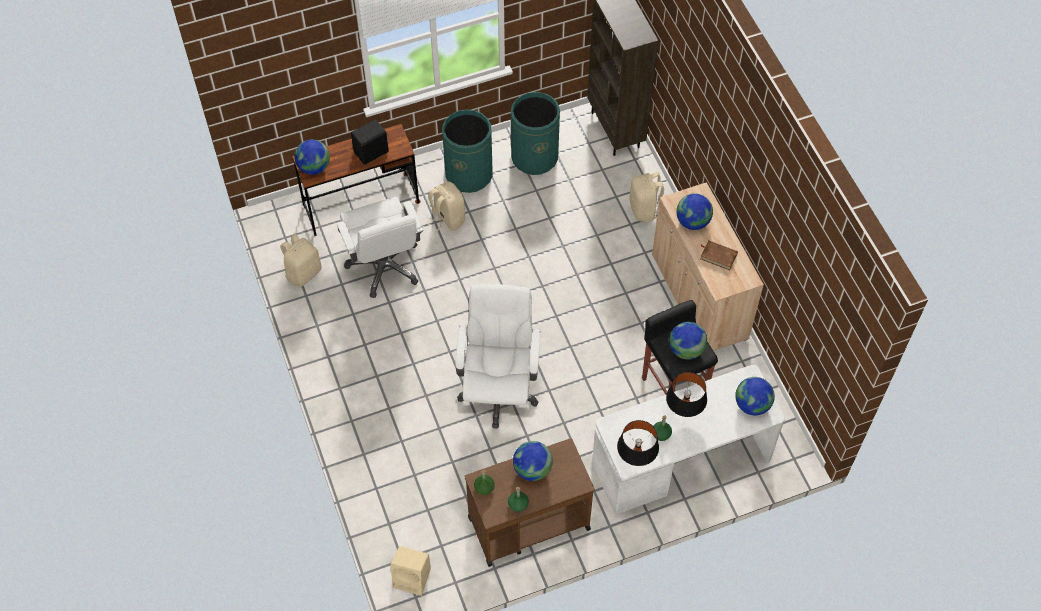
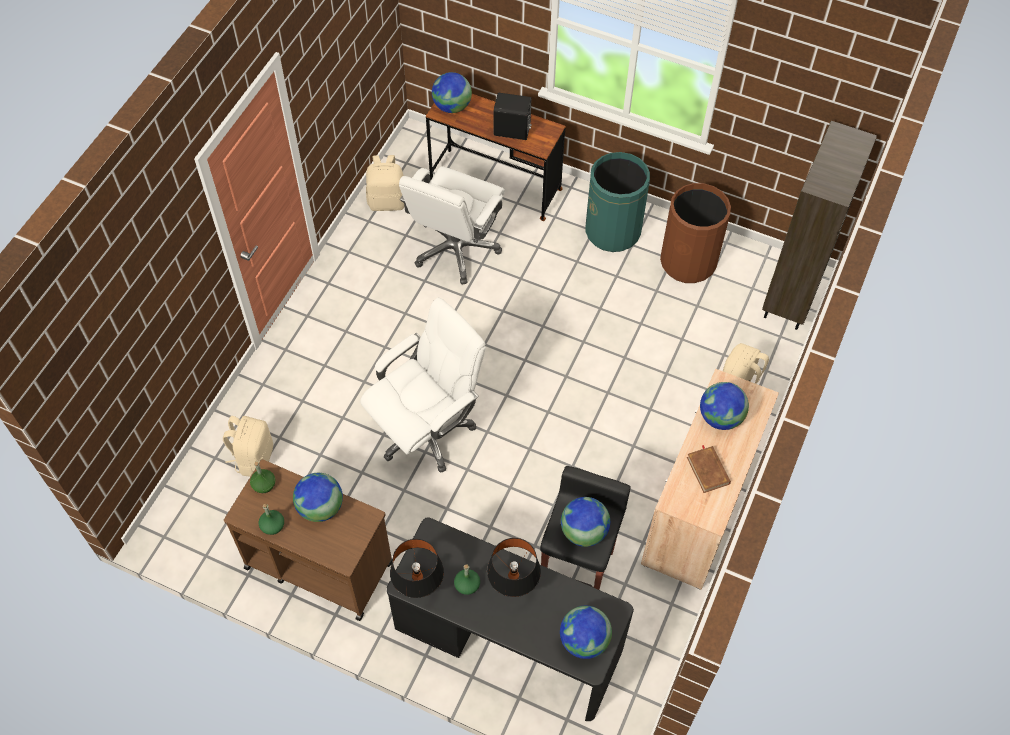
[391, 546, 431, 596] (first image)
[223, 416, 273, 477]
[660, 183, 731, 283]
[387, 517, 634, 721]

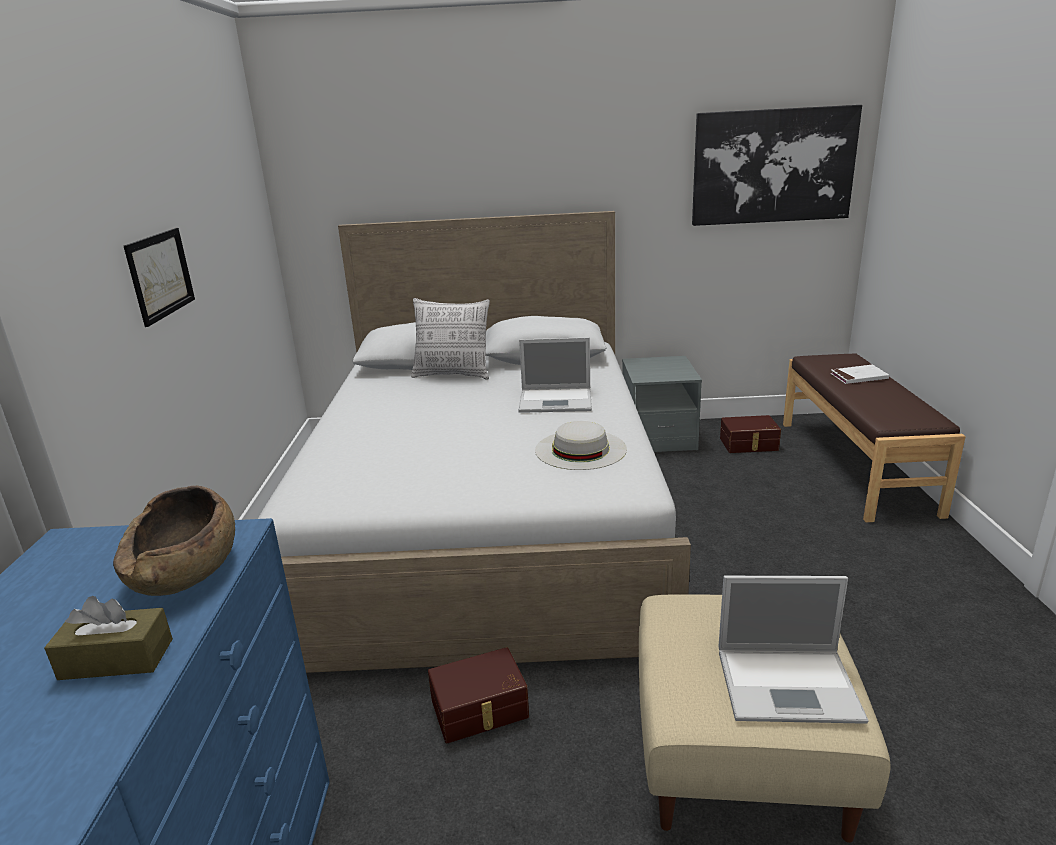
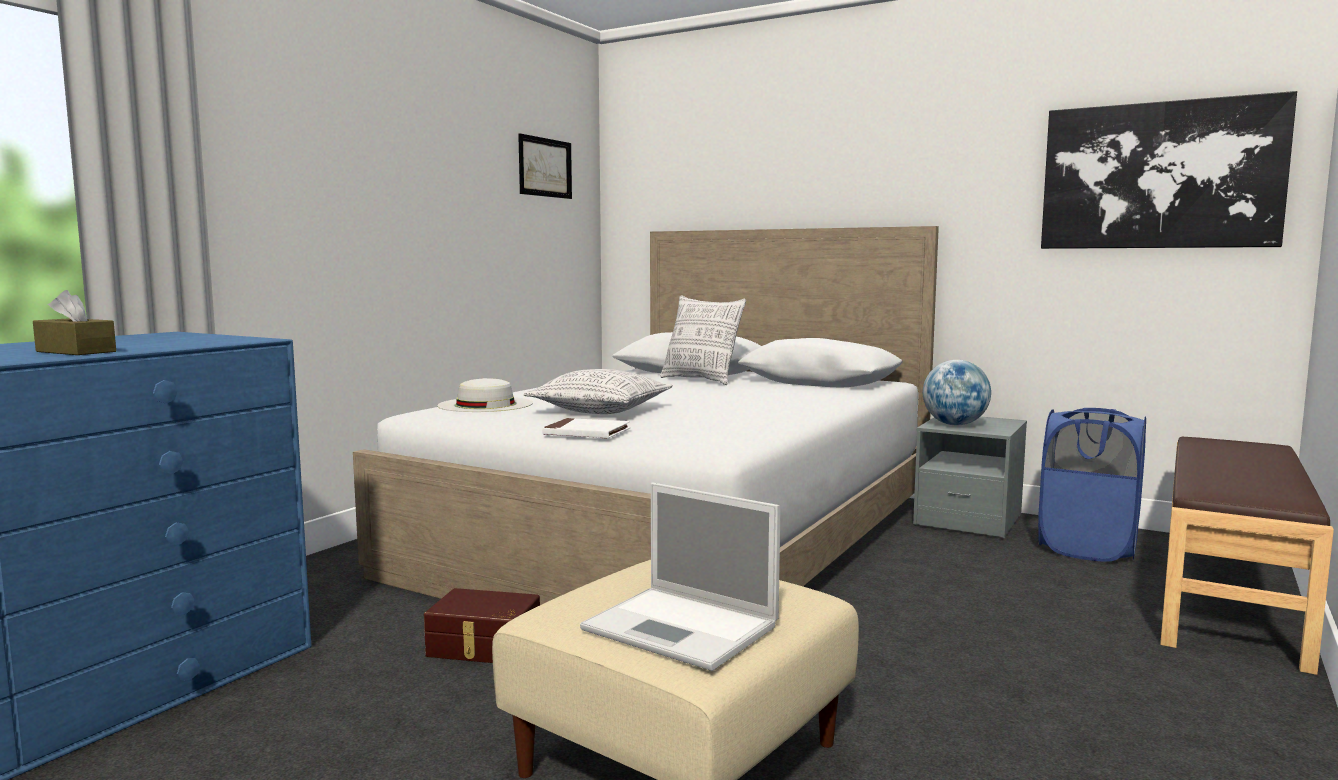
[113, 485, 235, 596] (first image)
[518, 133, 572, 199]
[518, 337, 592, 413] (first image)
[437, 378, 533, 412]
[1038, 408, 1146, 562]
[542, 418, 631, 439]
[524, 369, 673, 414]
[923, 360, 991, 425]

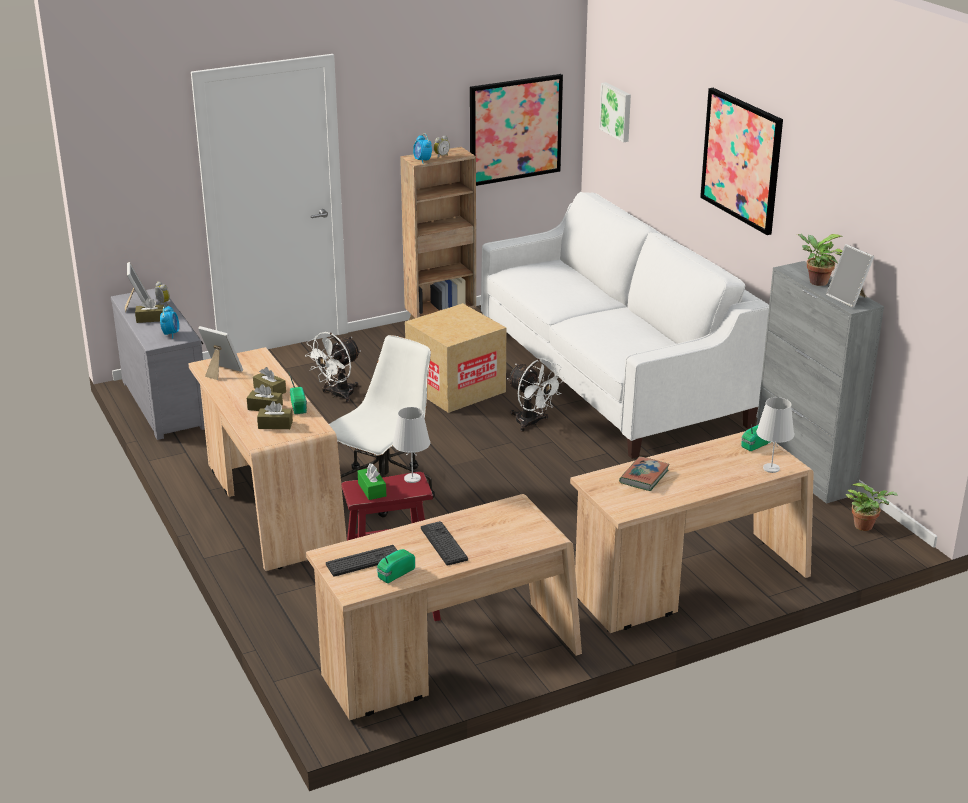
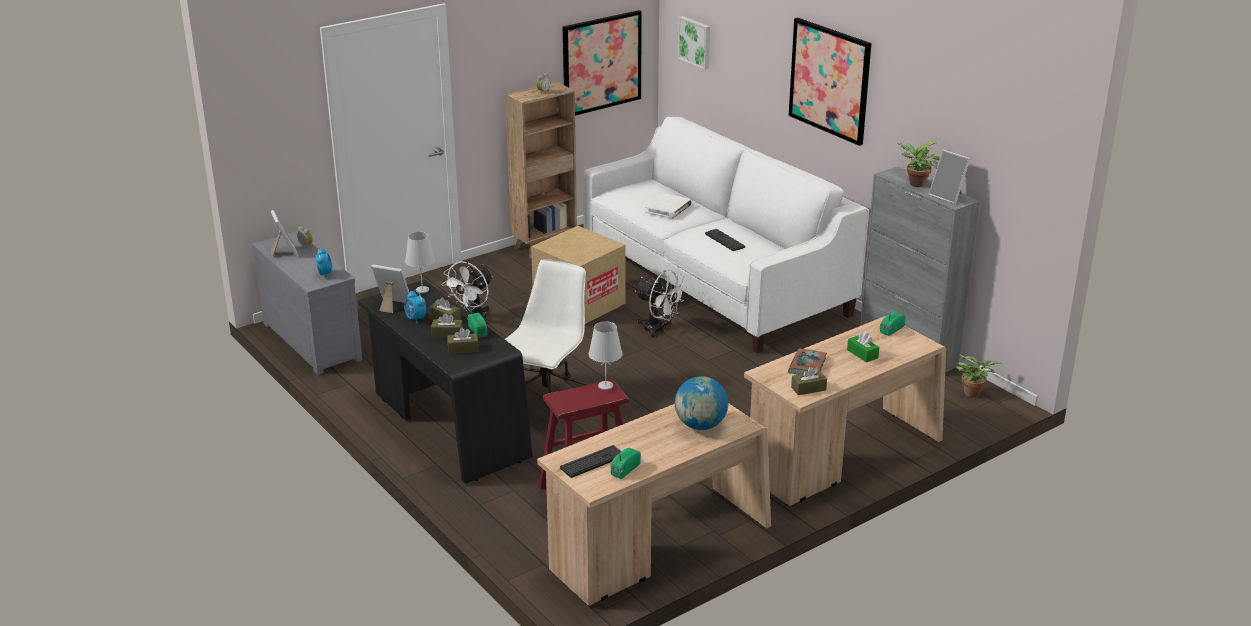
[791, 367, 827, 395]
[358, 280, 533, 484]
[847, 331, 879, 363]
[404, 290, 426, 324]
[705, 229, 745, 251]
[405, 232, 435, 293]
[645, 193, 692, 219]
[675, 376, 728, 430]

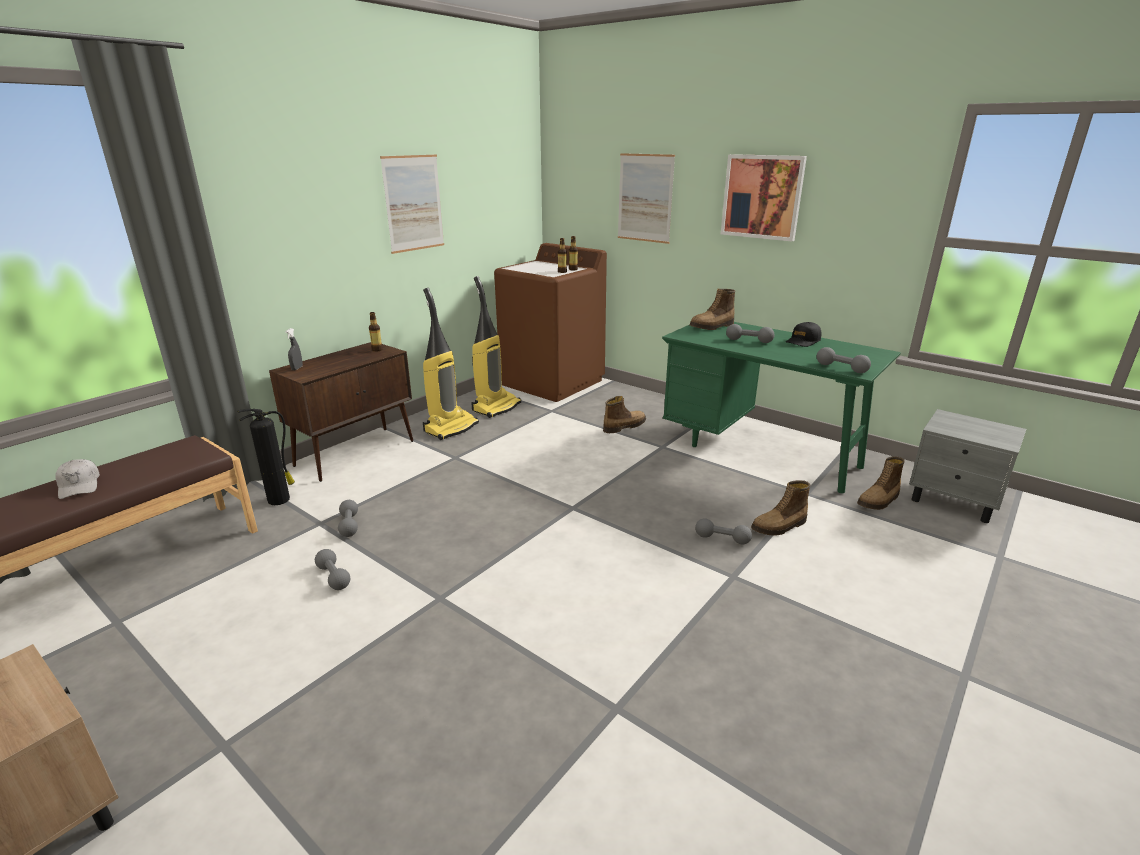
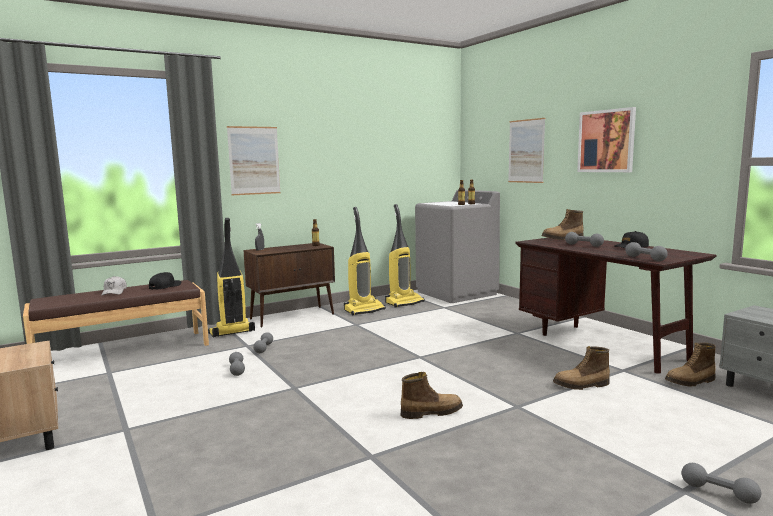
[208, 218, 255, 337]
[227, 126, 281, 195]
[415, 190, 500, 303]
[401, 372, 463, 419]
[515, 238, 717, 374]
[682, 463, 761, 504]
[149, 272, 181, 290]

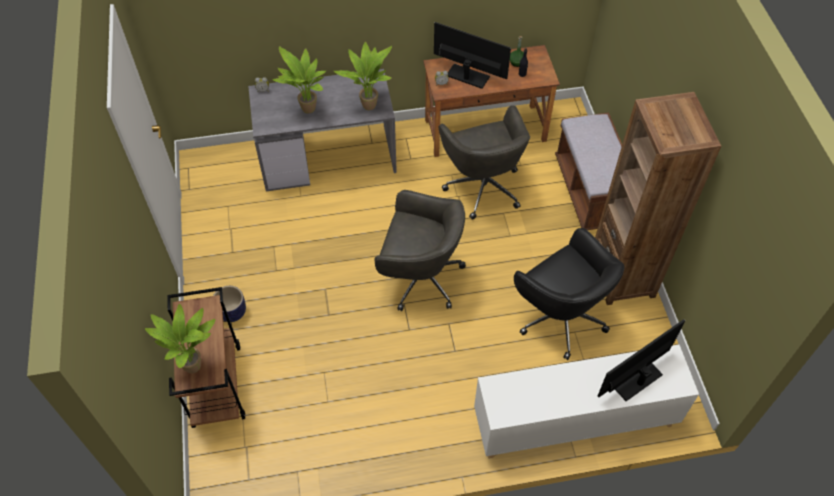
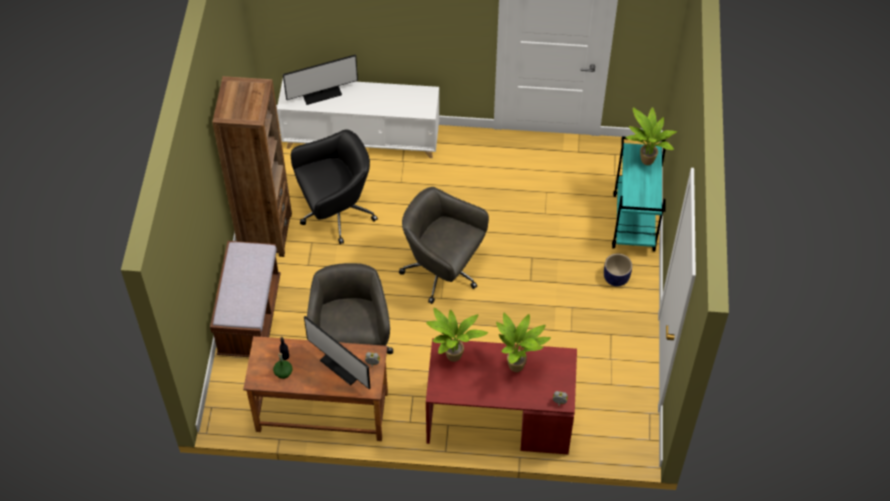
[612, 136, 666, 251]
[426, 338, 577, 454]
[291, 129, 378, 244]

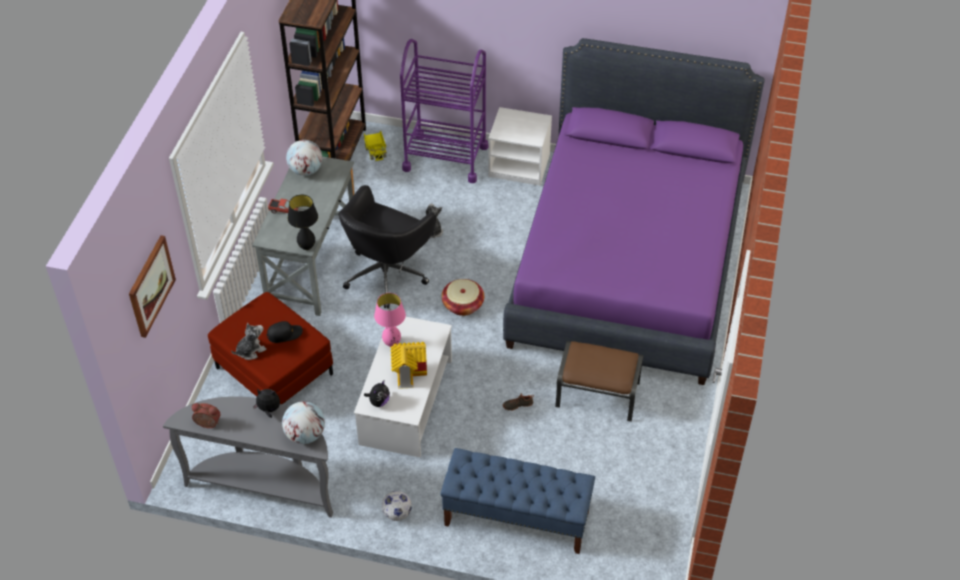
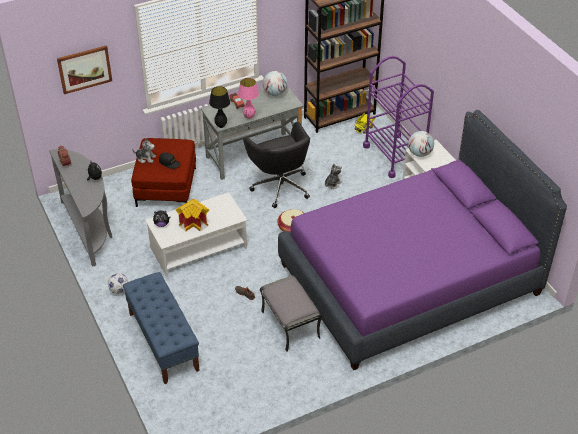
[408, 131, 434, 157]
[243, 122, 310, 208]
[238, 78, 259, 119]
[260, 275, 322, 352]

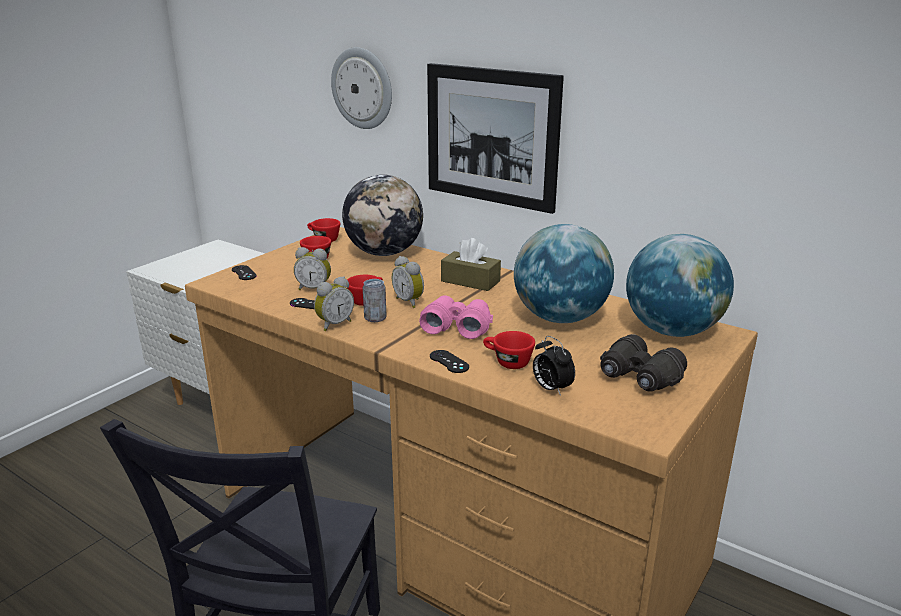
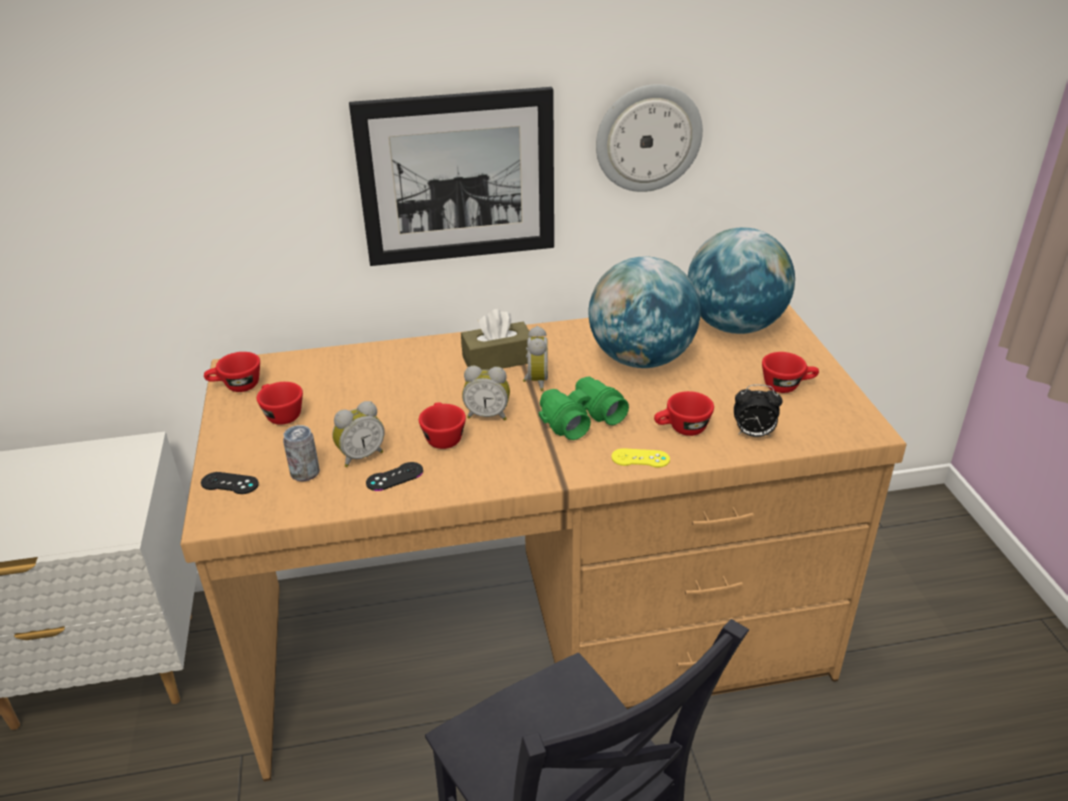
[523, 326, 548, 391]
[596, 84, 703, 192]
[342, 174, 423, 256] (first image)
[283, 425, 320, 481]
[539, 376, 629, 440]
[611, 448, 670, 468]
[762, 352, 819, 393]

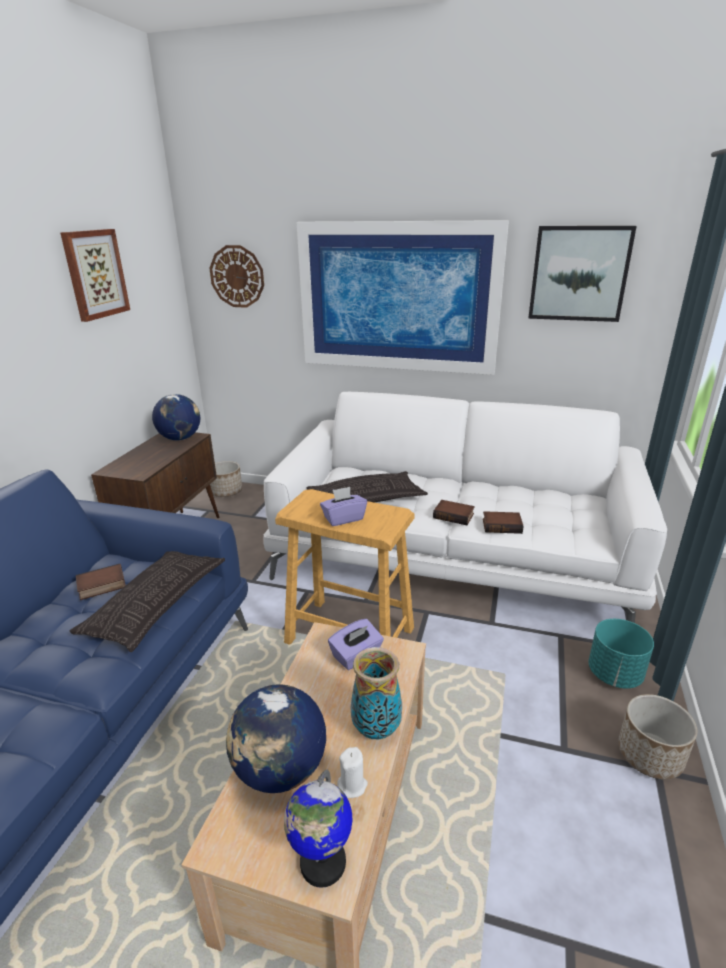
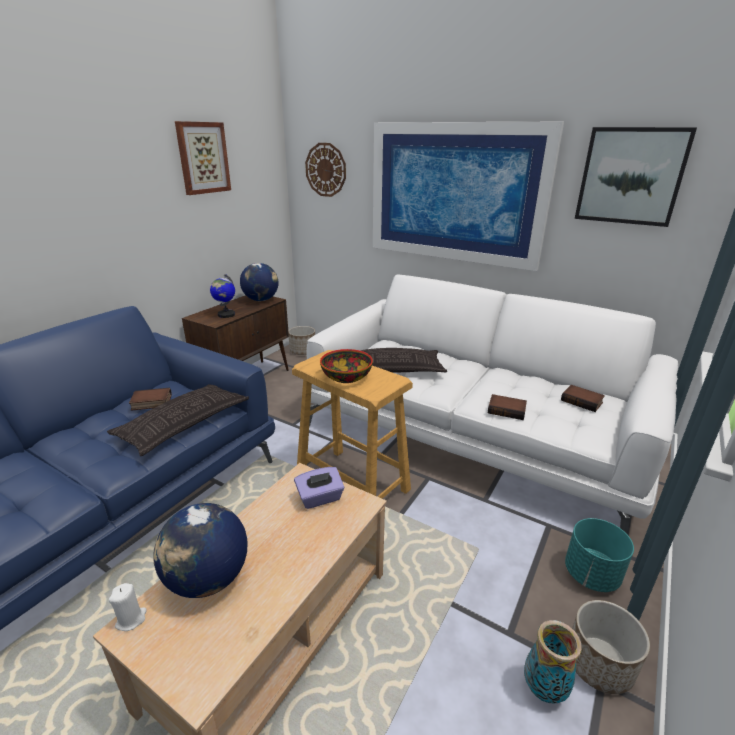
[210, 274, 235, 318]
[320, 349, 373, 383]
[109, 583, 147, 631]
[524, 620, 582, 703]
[561, 385, 605, 412]

